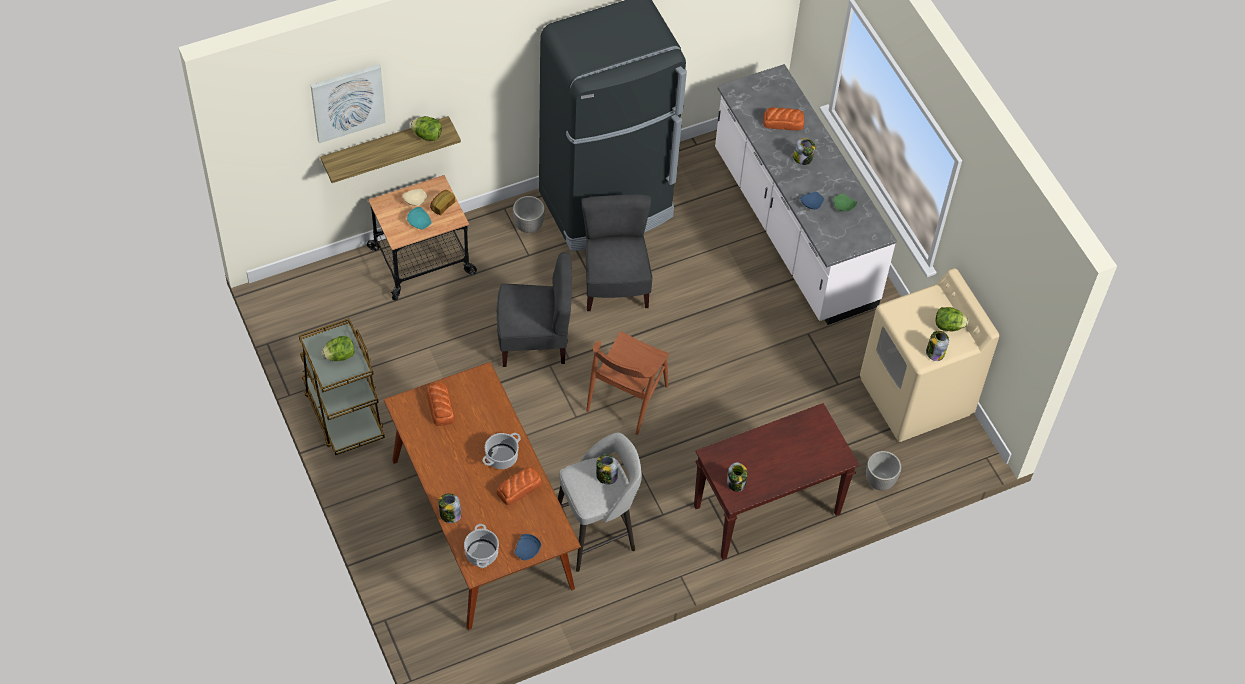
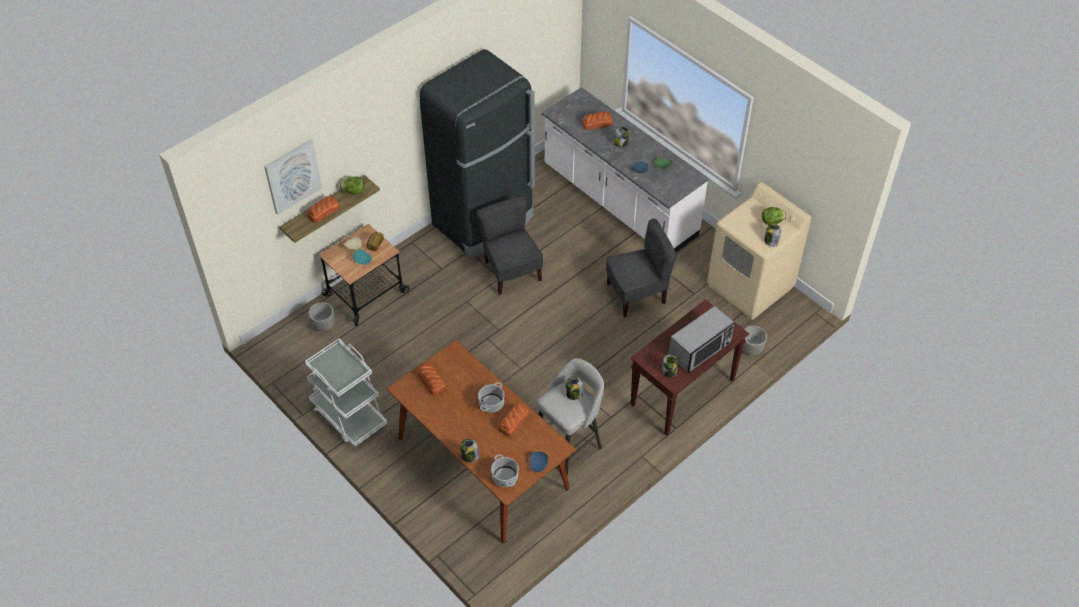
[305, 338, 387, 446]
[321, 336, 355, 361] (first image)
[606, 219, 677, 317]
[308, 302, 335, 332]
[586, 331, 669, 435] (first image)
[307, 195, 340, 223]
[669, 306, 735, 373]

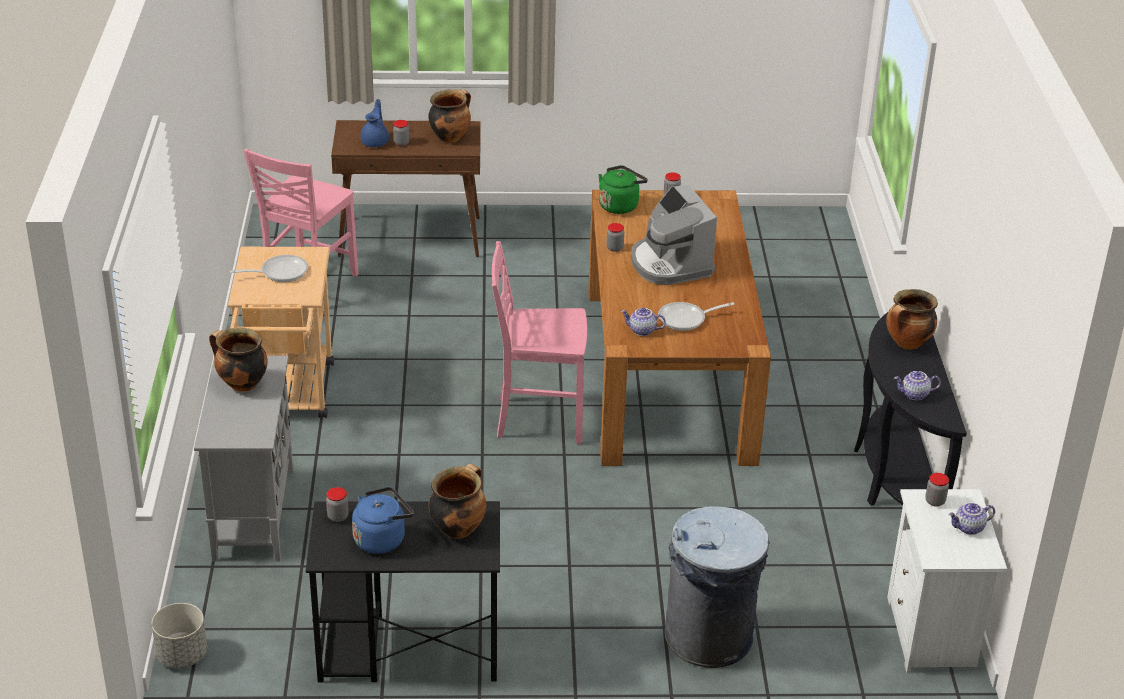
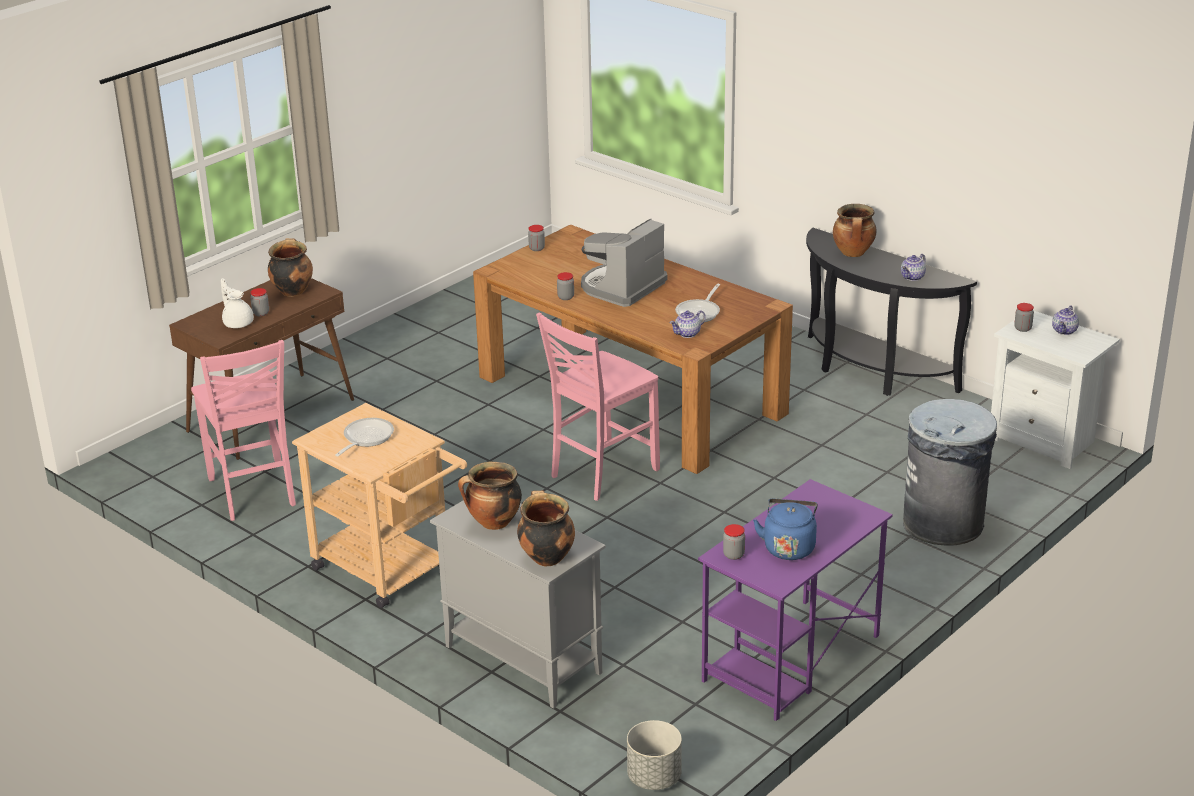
[698, 479, 893, 721]
[221, 278, 254, 328]
[517, 490, 575, 566]
[598, 165, 648, 214] (first image)
[581, 219, 667, 307]

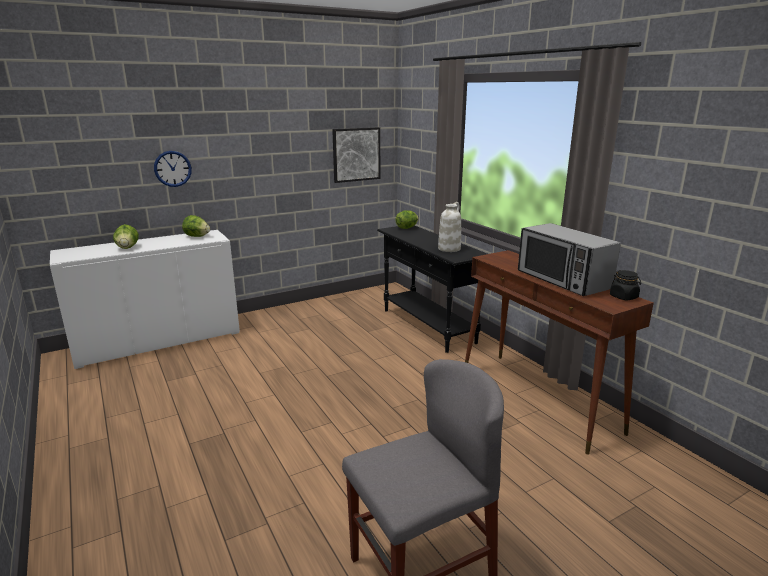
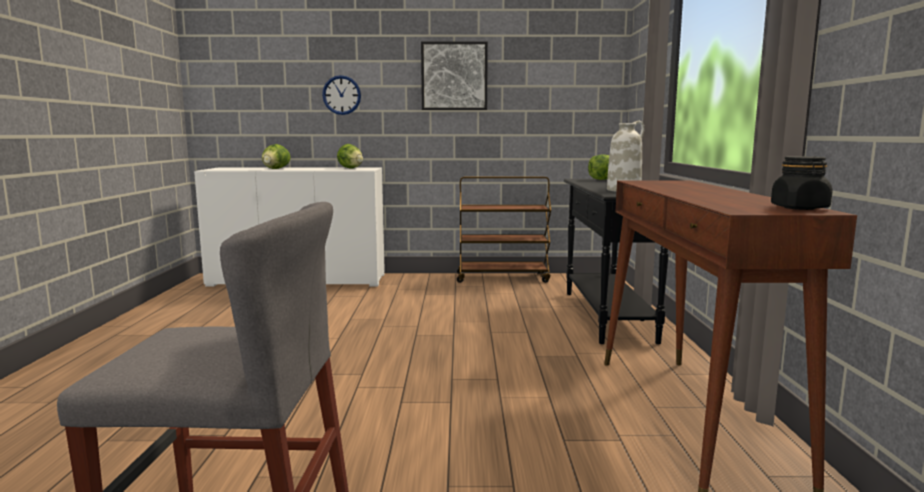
[421, 42, 488, 110]
[518, 223, 621, 296] (first image)
[457, 177, 551, 283]

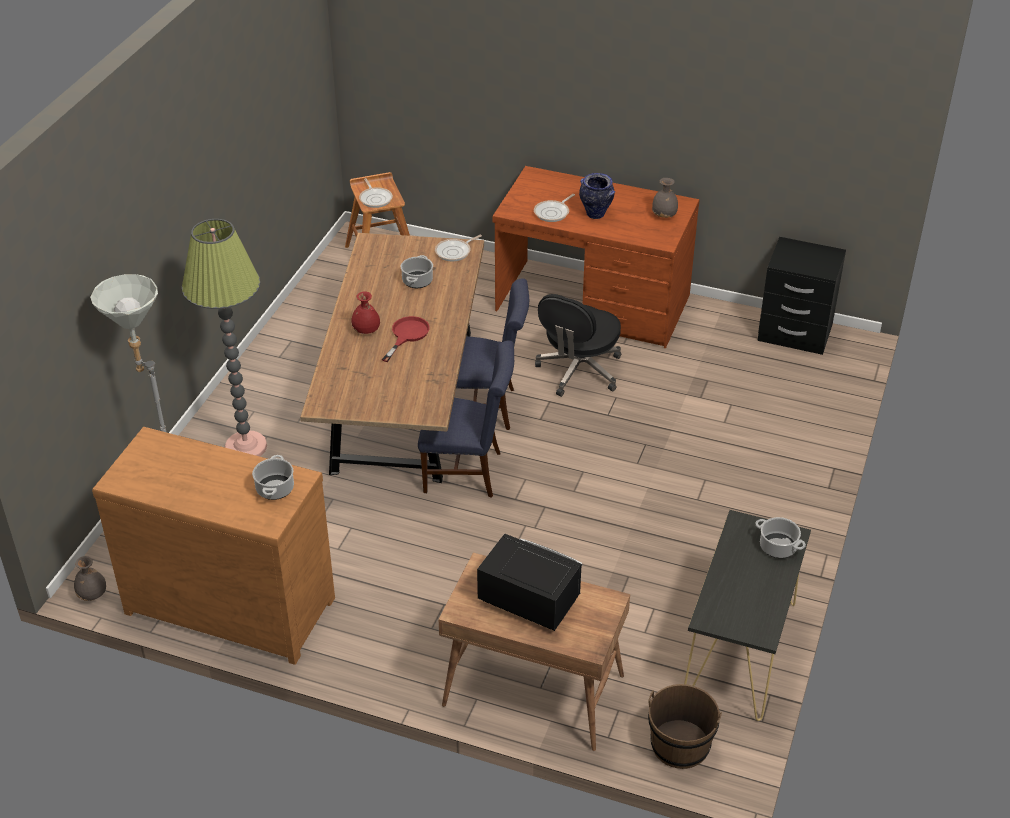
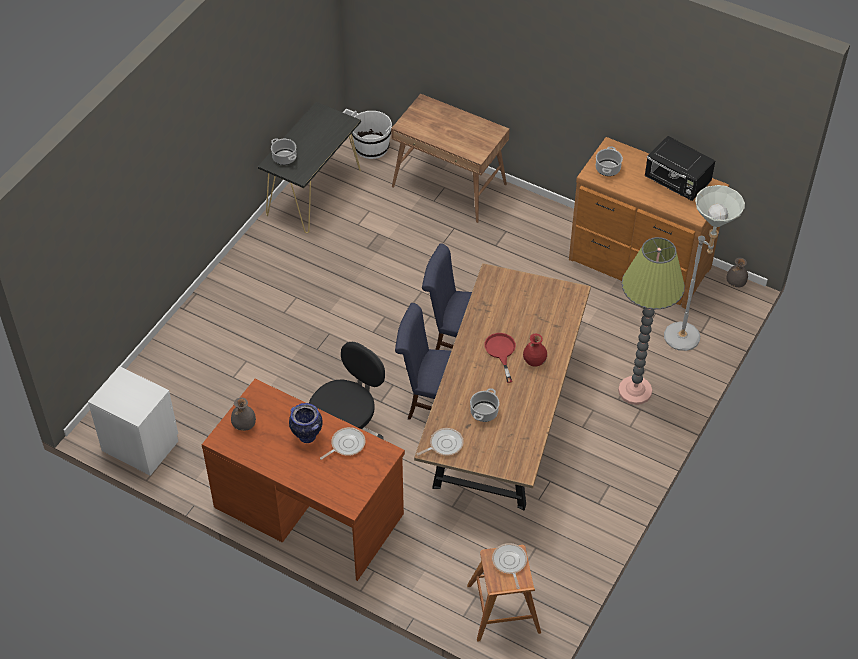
[484, 333, 516, 383]
[645, 136, 715, 201]
[351, 111, 392, 159]
[88, 366, 178, 476]

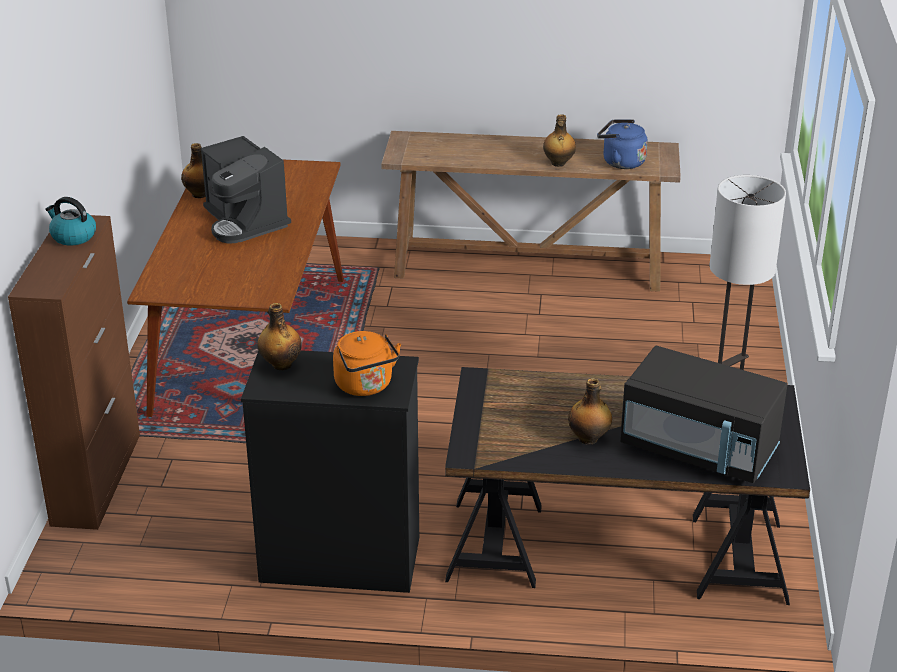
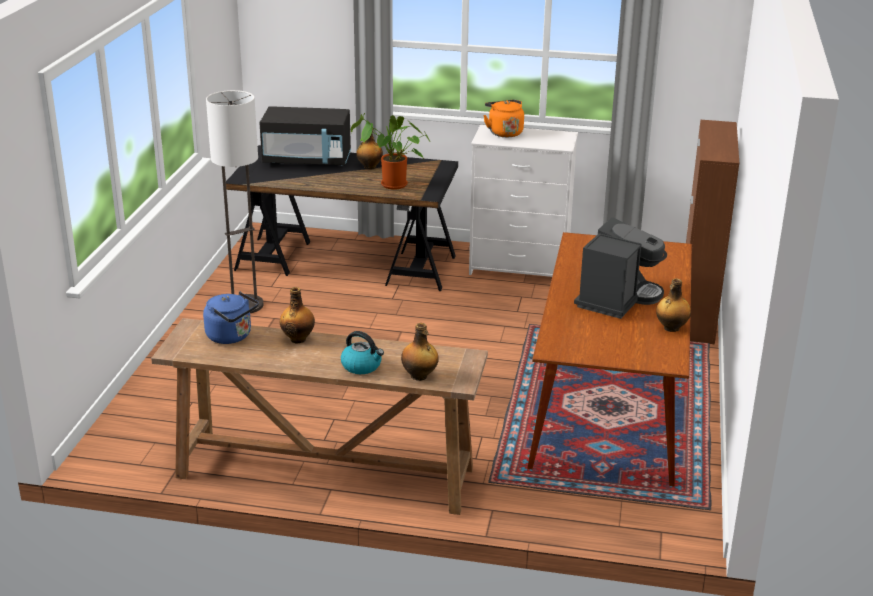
[341, 331, 384, 374]
[574, 217, 667, 319]
[469, 125, 578, 277]
[401, 323, 439, 381]
[259, 106, 351, 166]
[351, 113, 430, 190]

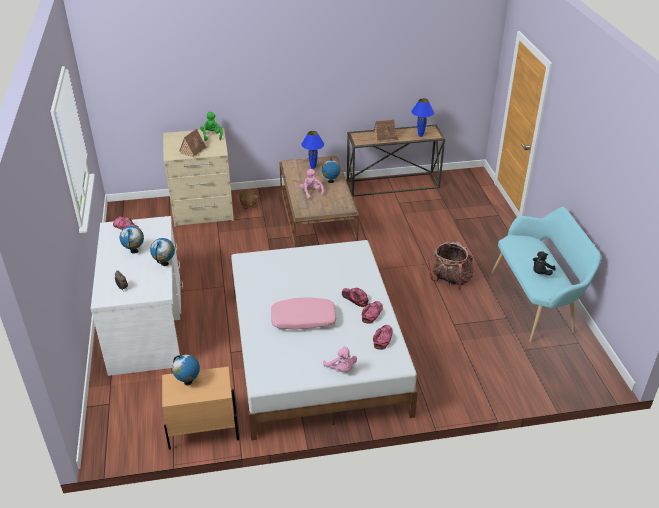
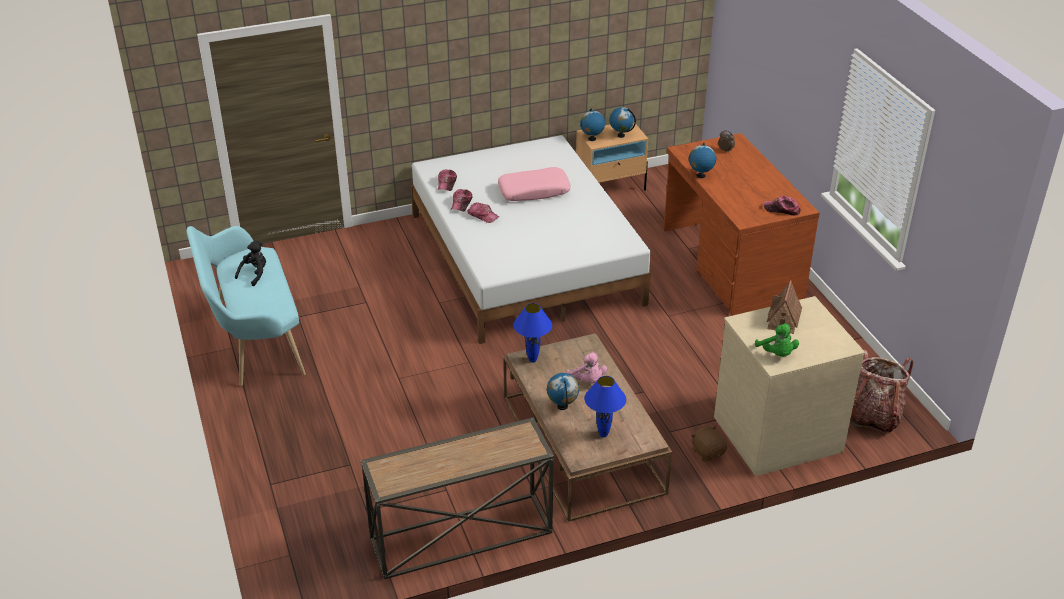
[663, 133, 820, 316]
[580, 108, 605, 141]
[323, 346, 357, 372] (first image)
[373, 119, 399, 142] (first image)
[513, 303, 552, 363]
[850, 349, 913, 433]

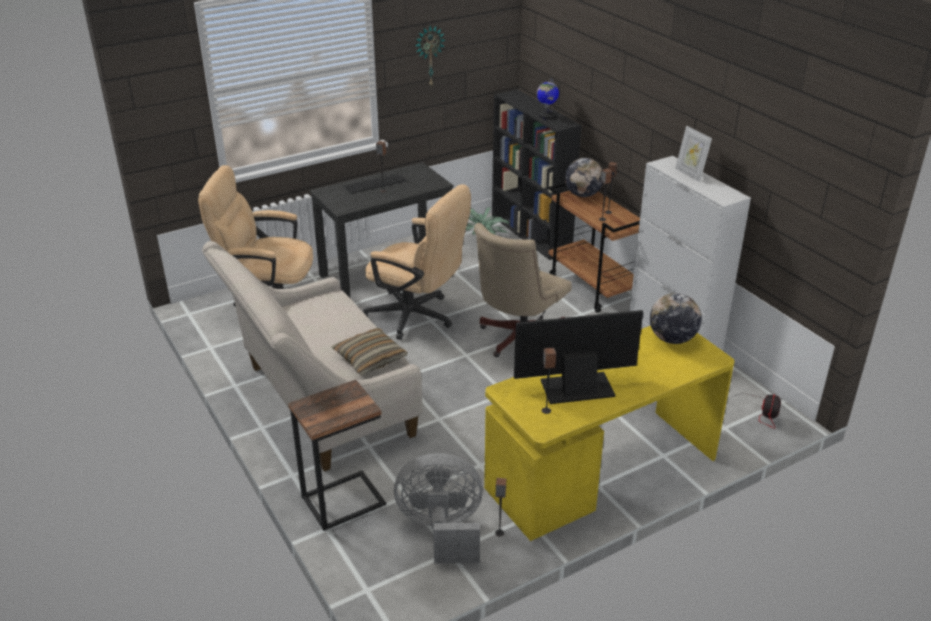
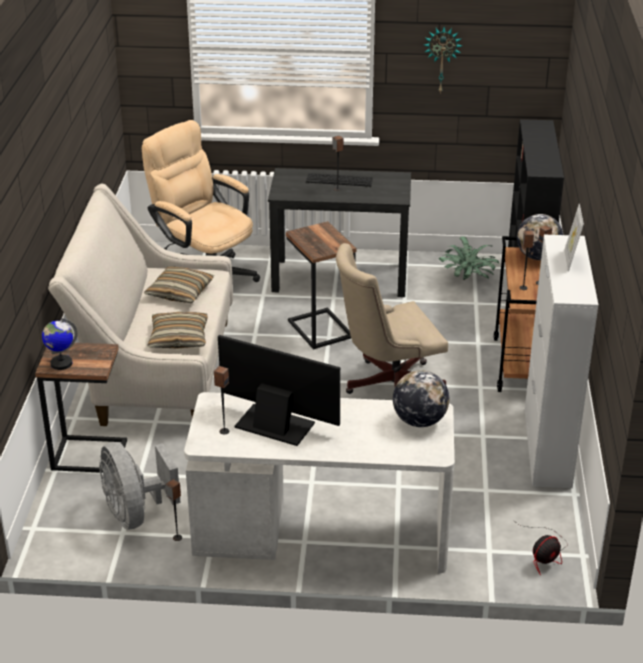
[286, 221, 356, 350]
[99, 442, 181, 530]
[184, 392, 455, 574]
[42, 318, 77, 370]
[144, 266, 214, 303]

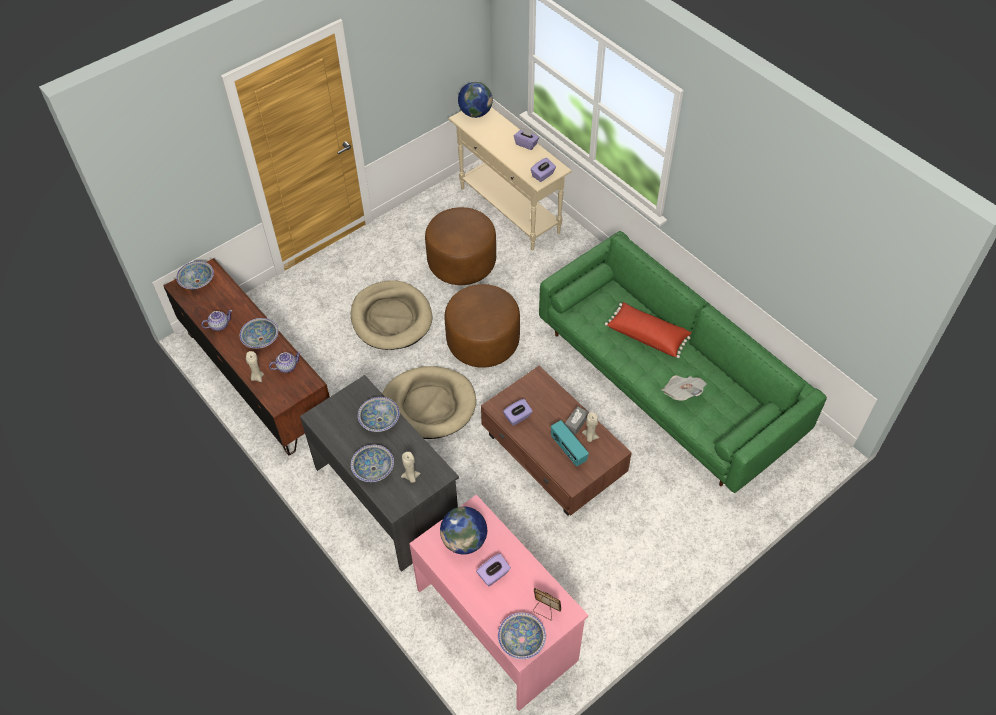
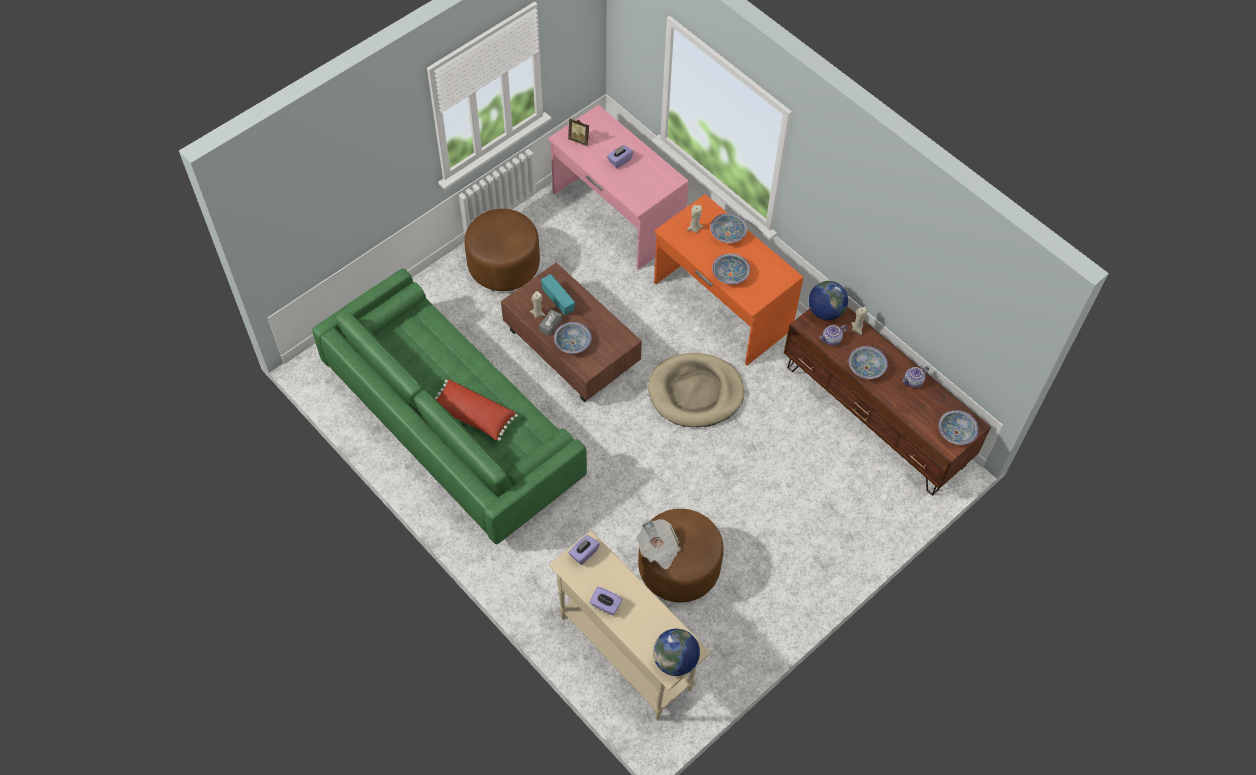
[654, 194, 803, 365]
[351, 280, 432, 350] (first image)
[808, 281, 848, 320]
[464, 209, 540, 291]
[554, 322, 592, 354]
[503, 399, 533, 426] (first image)
[637, 519, 681, 569]

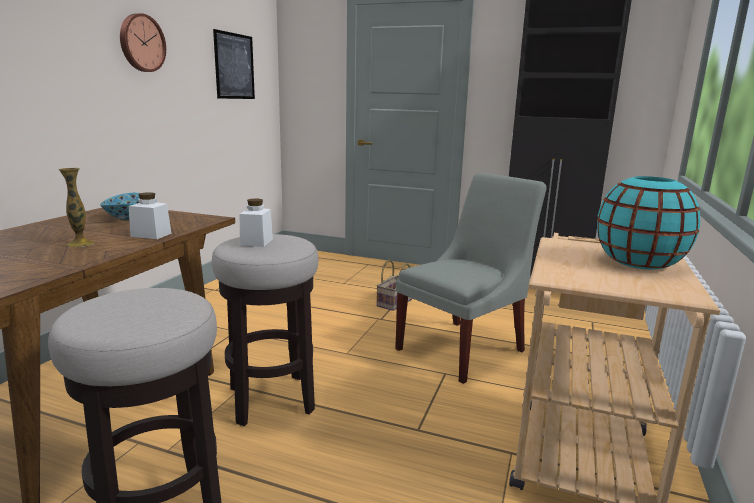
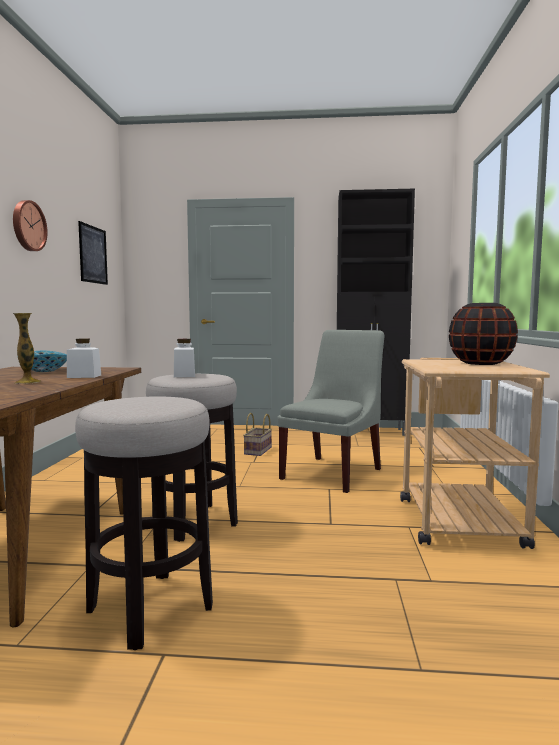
[449, 303, 518, 365]

